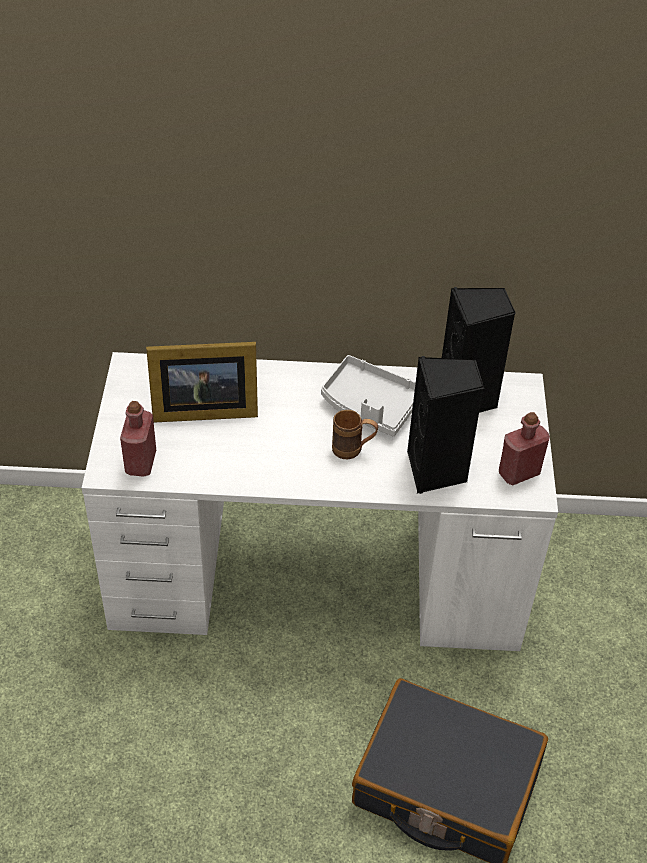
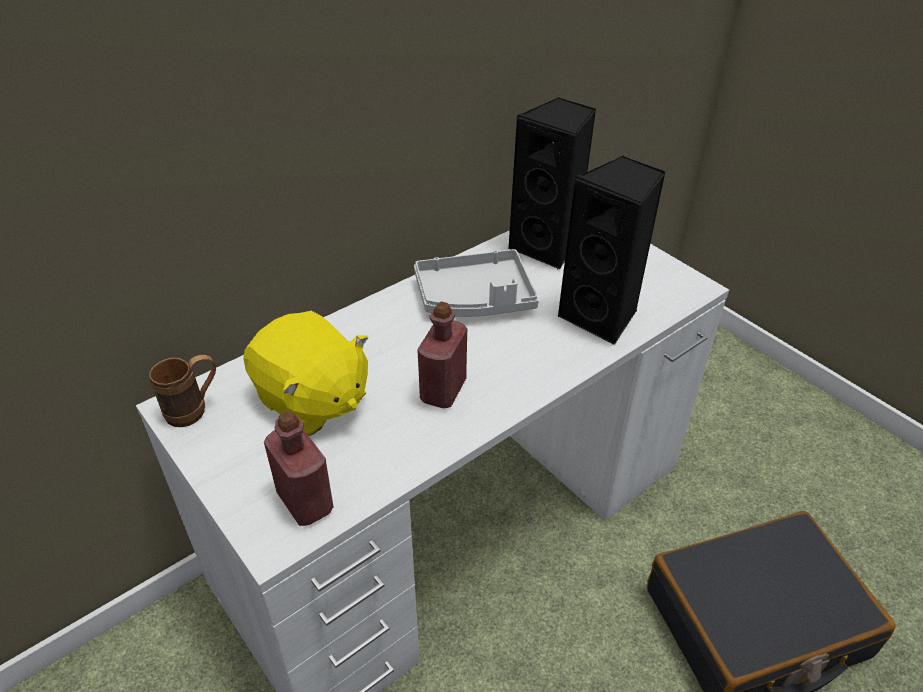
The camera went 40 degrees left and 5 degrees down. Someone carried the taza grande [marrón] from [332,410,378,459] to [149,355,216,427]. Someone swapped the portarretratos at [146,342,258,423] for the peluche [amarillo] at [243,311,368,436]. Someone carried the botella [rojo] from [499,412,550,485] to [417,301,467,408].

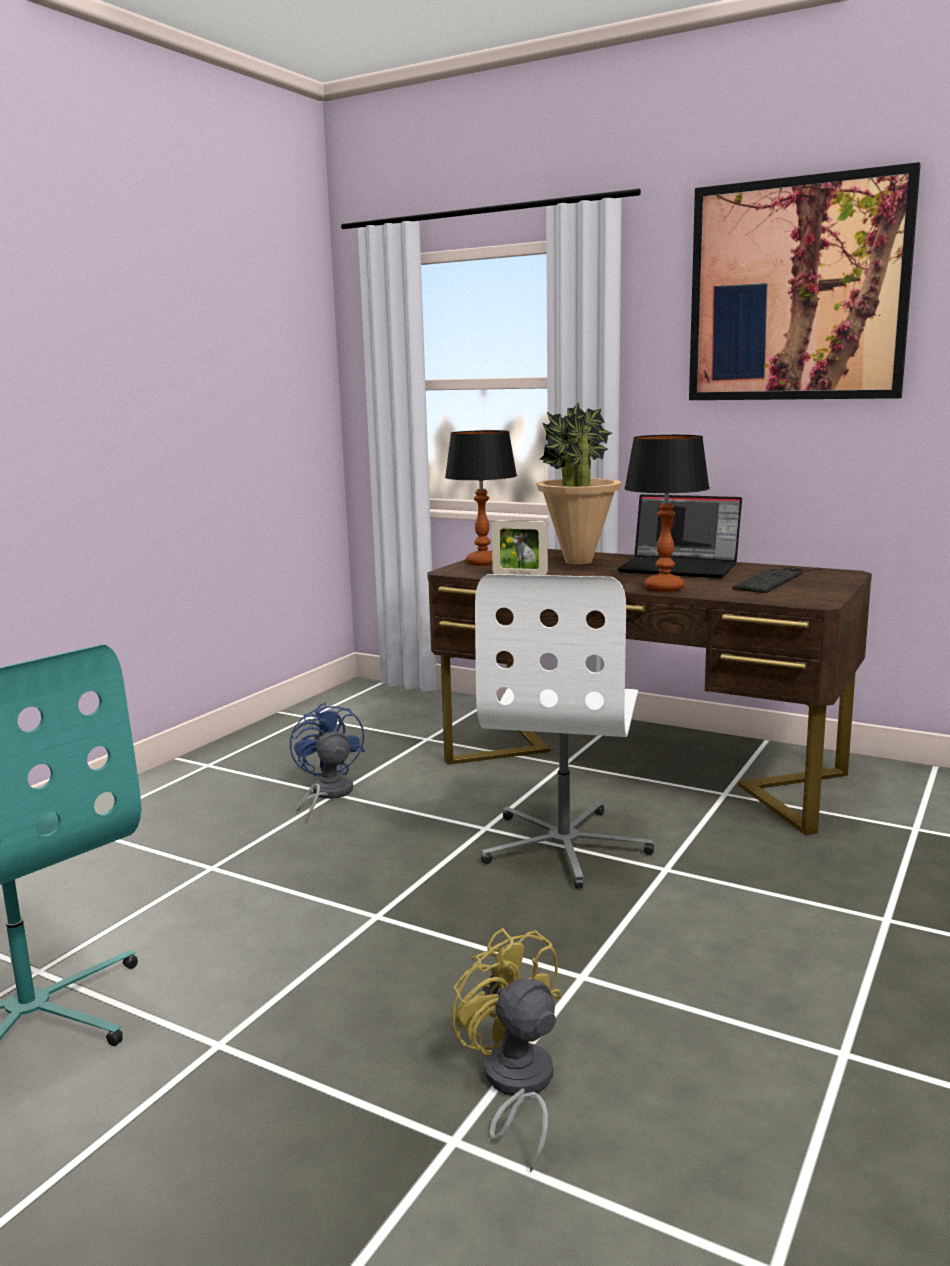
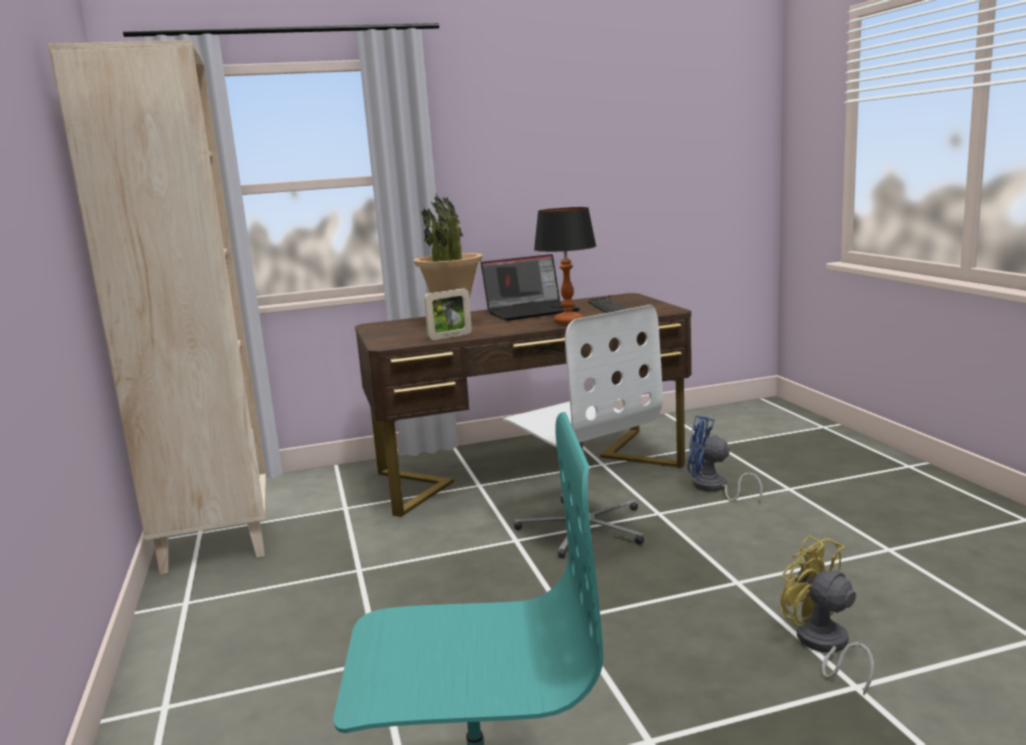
The camera went 45 degrees left and 0 degrees up. Someone put down the estantería [beis] at [48,40,266,575]. Someone carried the ventilador [azul] from [290,702,364,823] to [687,416,763,503]. Someone rotated the ventilador [amarillo] at [451,928,562,1172] by 45 degrees clockwise. Someone took away the lámpara de mesa at [445,430,517,566]. Someone took away the cuadro at [689,162,921,400].

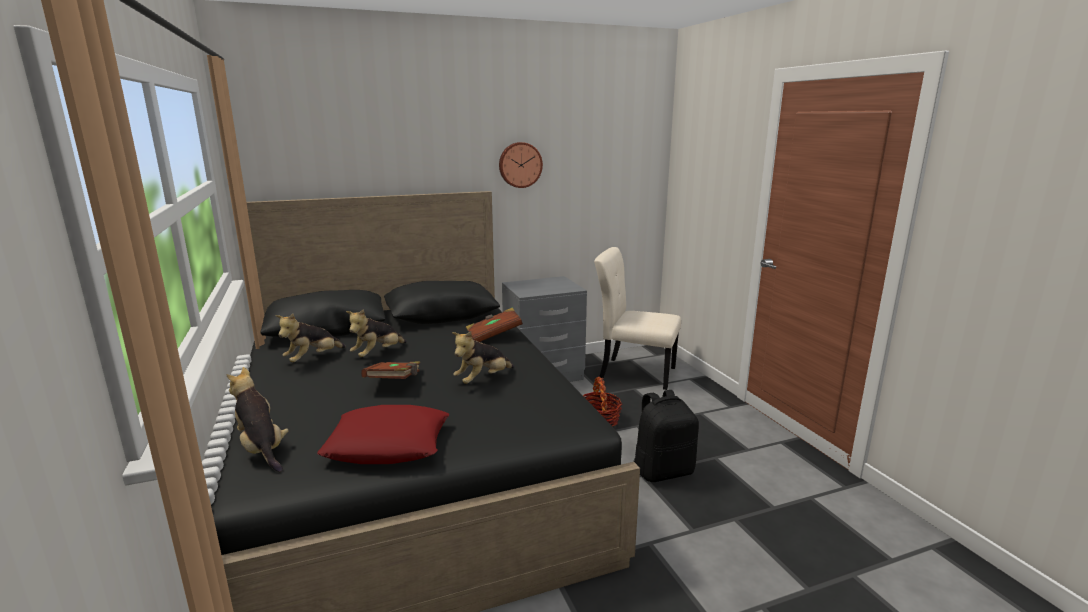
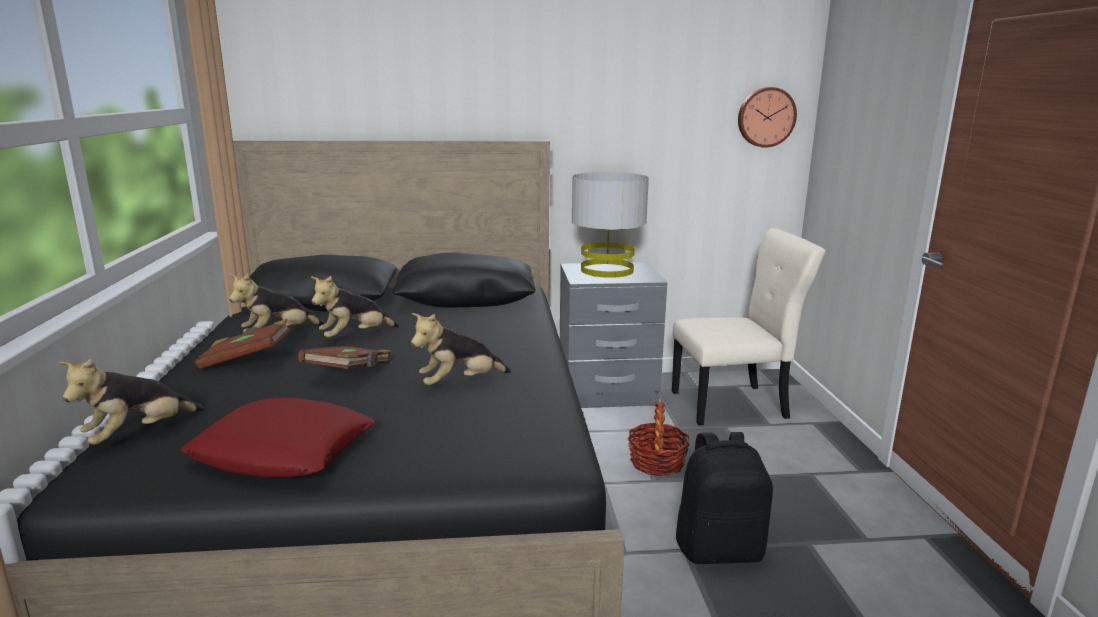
The camera went 15 degrees right and 0 degrees up. Someone rotated the peluche at [227,367,289,472] by 120 degrees counterclockwise. Someone carried the libro [marrón] from [466,308,523,342] to [195,319,291,369]. Someone put down the lámpara de mesa [gris] at [571,172,649,278]. Someone rotated the silla [beis] at [594,247,681,390] by 135 degrees clockwise. Someone carried the reloj de pared from [499,142,543,188] to [738,87,797,148].

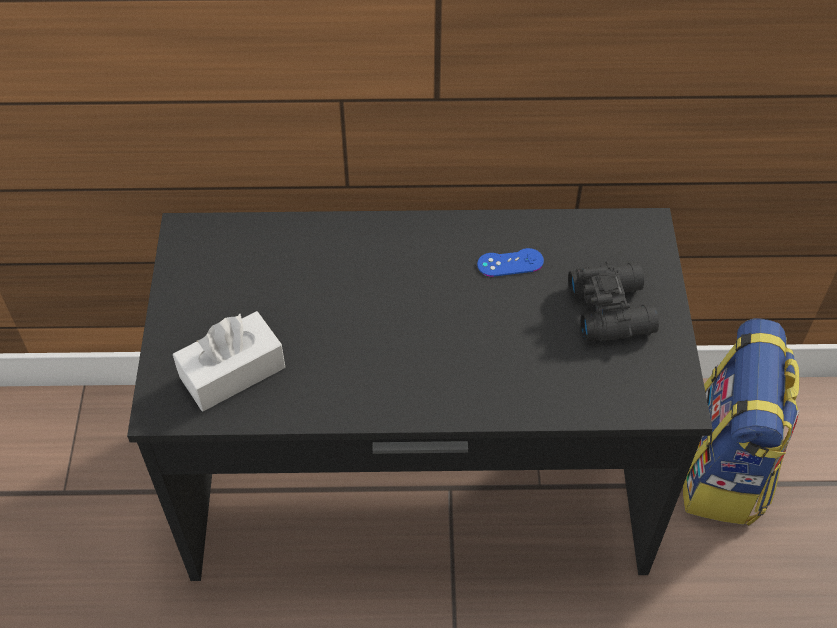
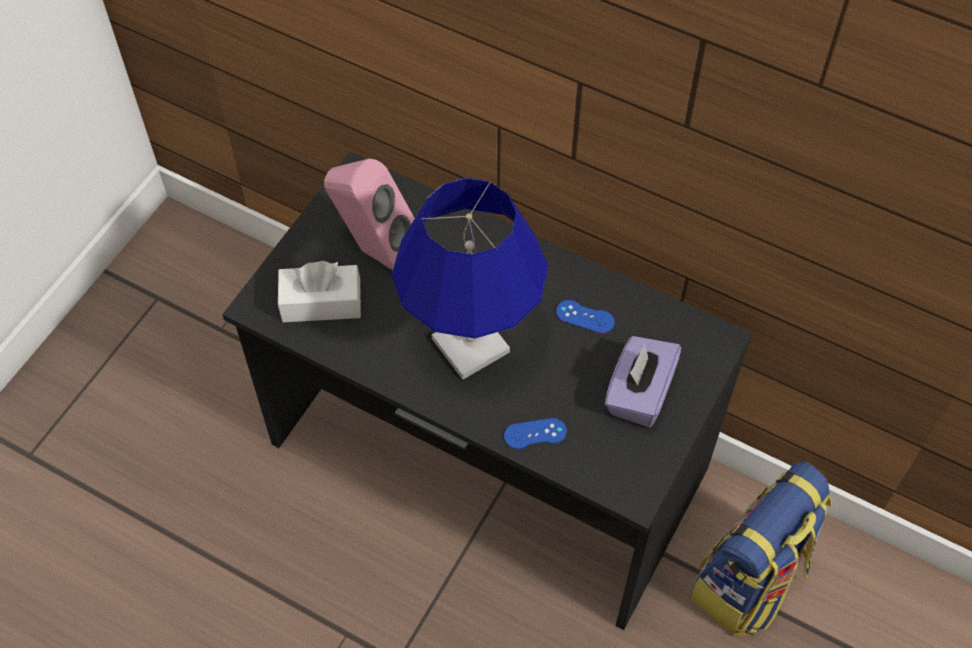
The camera went 30 degrees right and 5 degrees up. Someone put down the altavoz [rosa] at [324,159,415,270]. Someone put down the lámpara de mesa [azul] at [391,177,548,380]. Someone put down the mando de consola [azul] at [504,418,567,449]. Someone swapped the prismáticos [negro] at [568,261,659,342] for the caja de pañuelos [morado] at [605,336,681,427].

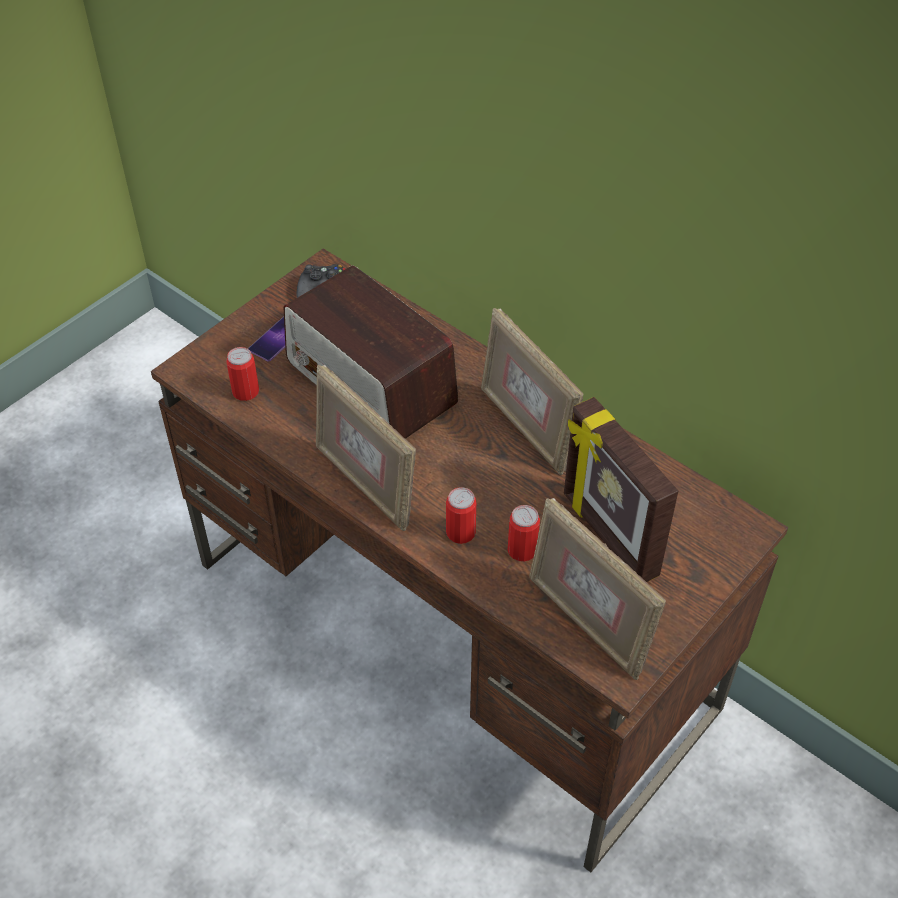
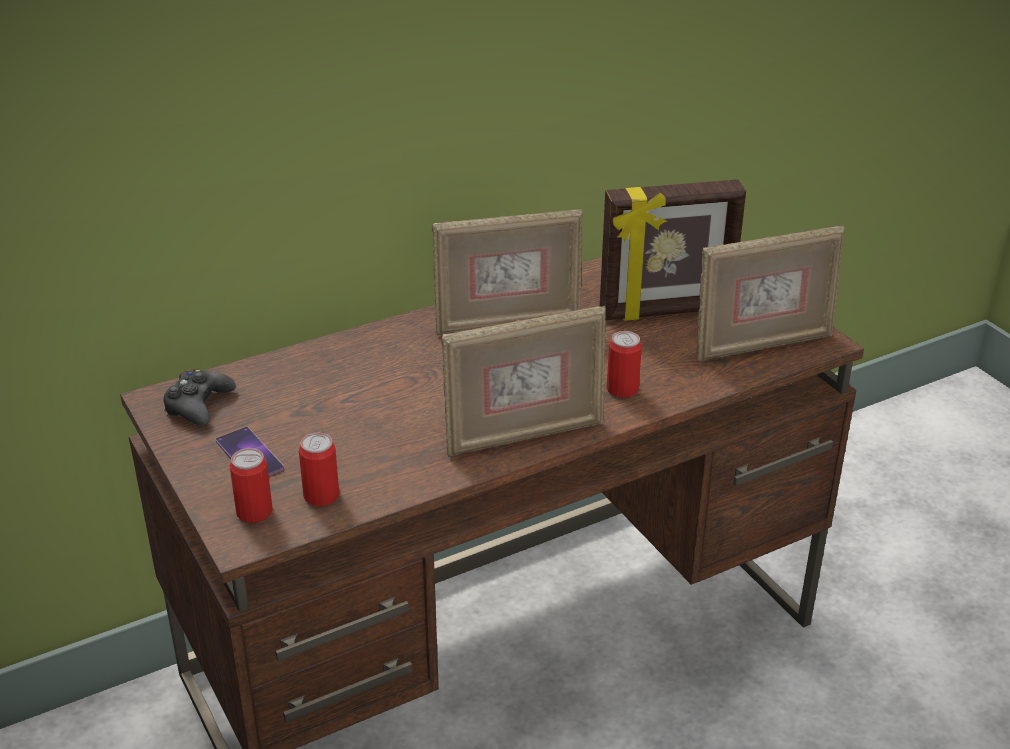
The camera went 70 degrees left and 15 degrees down. Someone carried the lata from [508,505,540,562] to [230,448,273,523]. Someone took away the radio at [284,265,458,439].

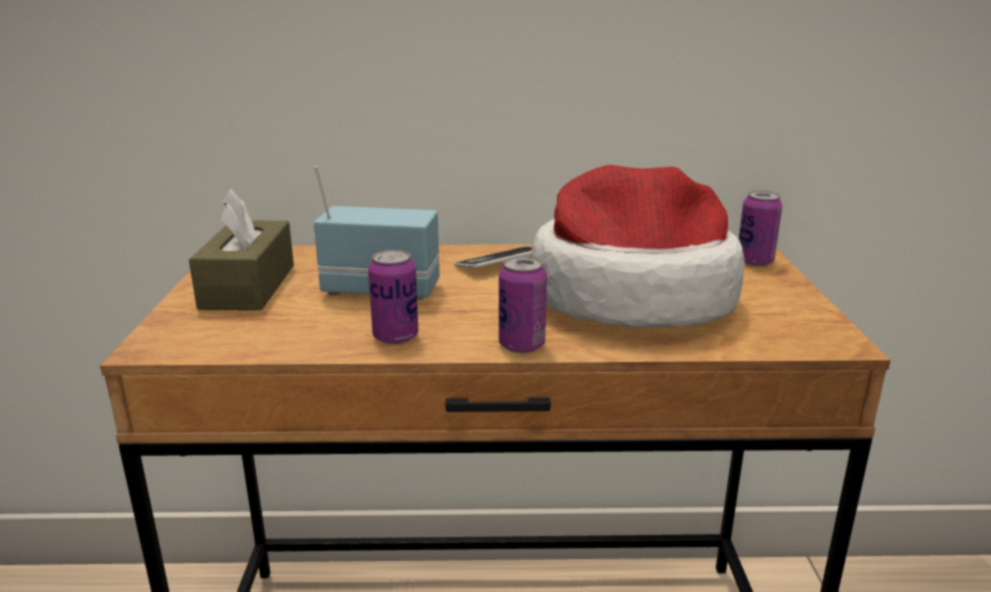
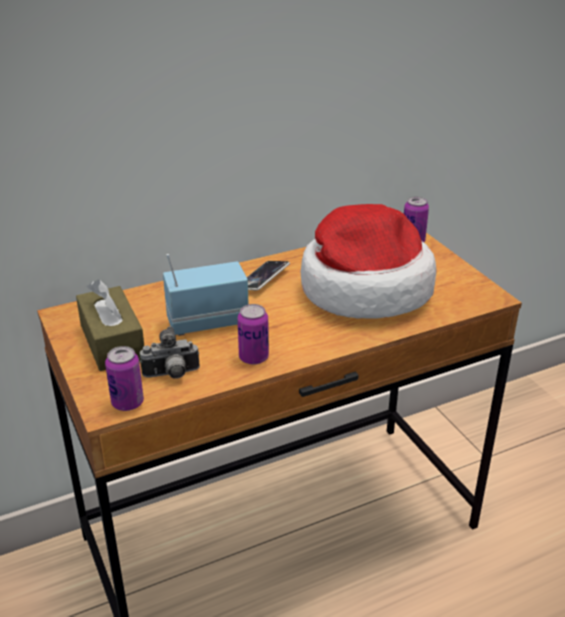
The camera went 25 degrees left and 10 degrees up. Someone carried the lata from [499,256,547,353] to [105,346,144,411]. Someone put down the cámara at [140,326,200,379].

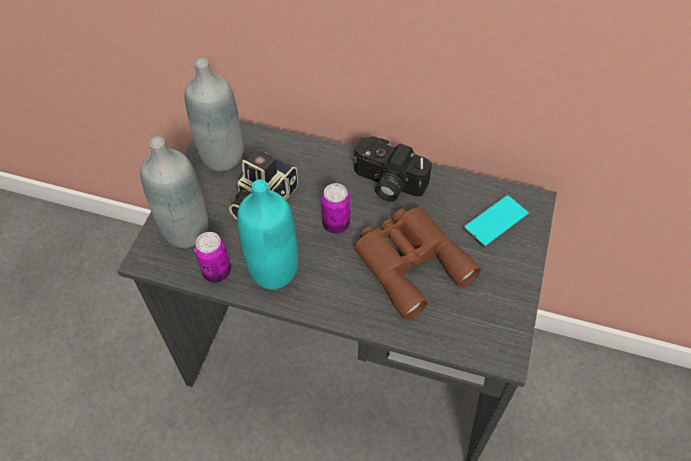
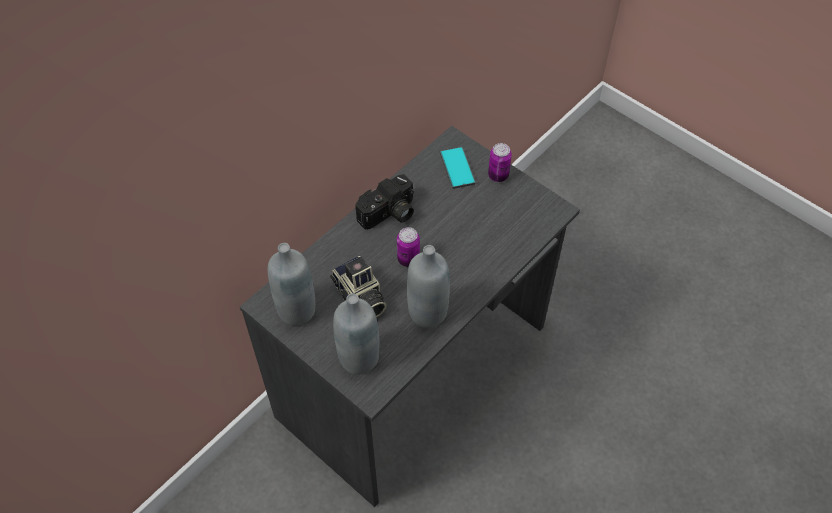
The camera went 65 degrees left and 0 degrees up. Someone repainted the botella [turquesa] at [237,179,298,290], which became the botella [gris] at [407,245,450,328]. Someone carried the lata from [194,232,231,283] to [488,143,512,182]. Someone took away the prismáticos [marrón] at [354,207,481,320].

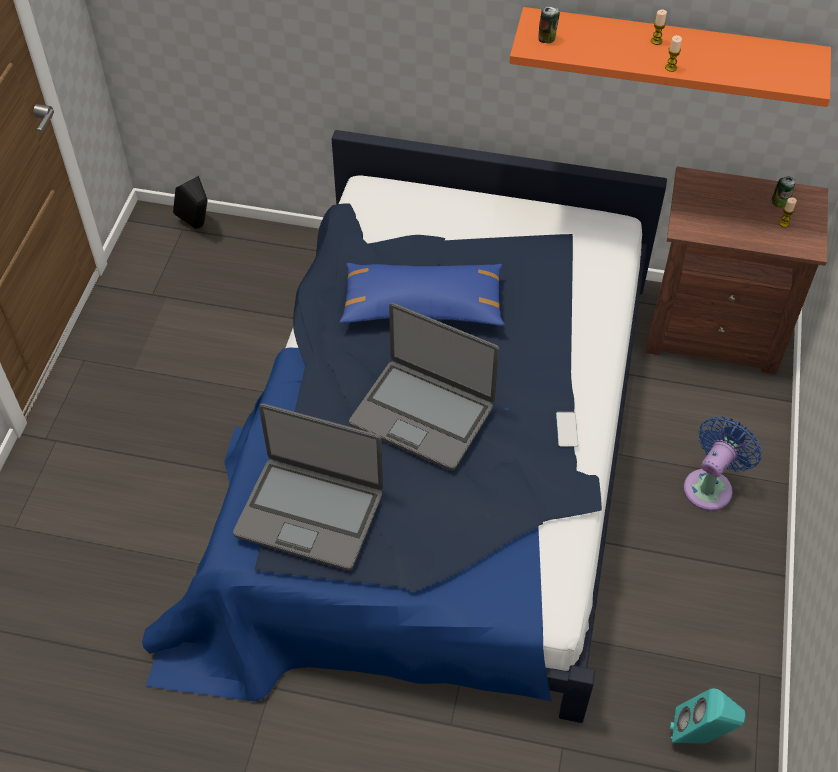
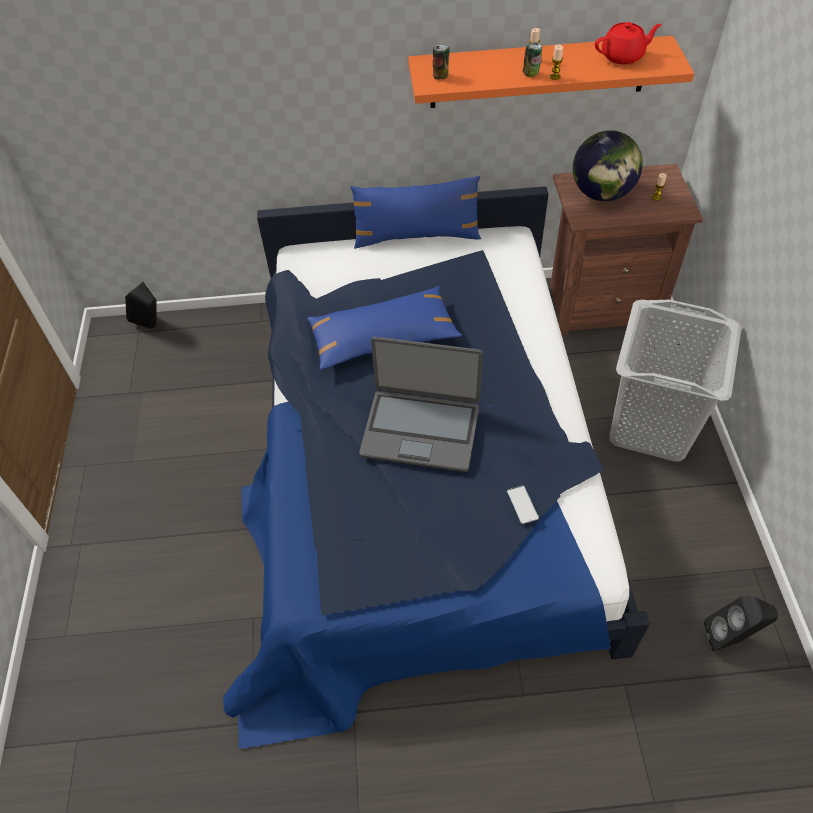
The camera went 15 degrees left and 0 degrees up. Someone put down the cojín [azul] at [350,176,481,249]. Someone carried the móvil from [556,412,578,447] to [507,485,539,524]. Someone carried the lata from [772,176,795,207] to [523,42,542,77]. Someone put down the globo terráqueo at [573,130,643,201]. Someone put down the tetera [rojo] at [595,22,662,64]. Someone swapped the ventilador [azul] at [683,416,762,511] for the cesto de la ropa [gris] at [609,299,742,462]. Someone repainted the altavoz [turquesa] at [670,689,745,744], which became the altavoz [negro] at [704,595,778,651]. Someone took away the portátil at [233,403,383,571].

